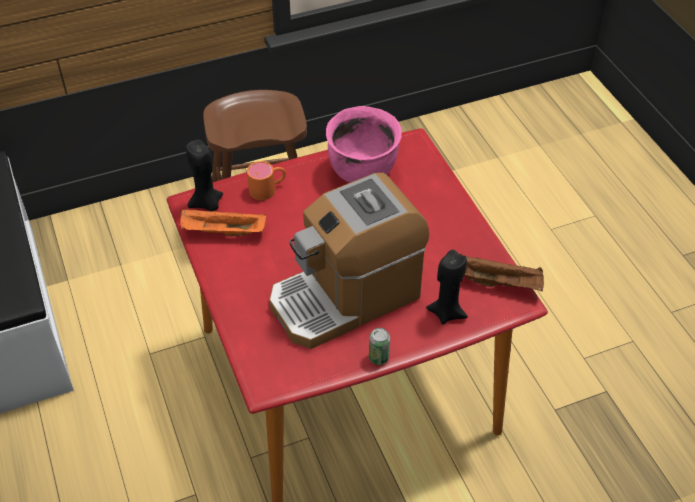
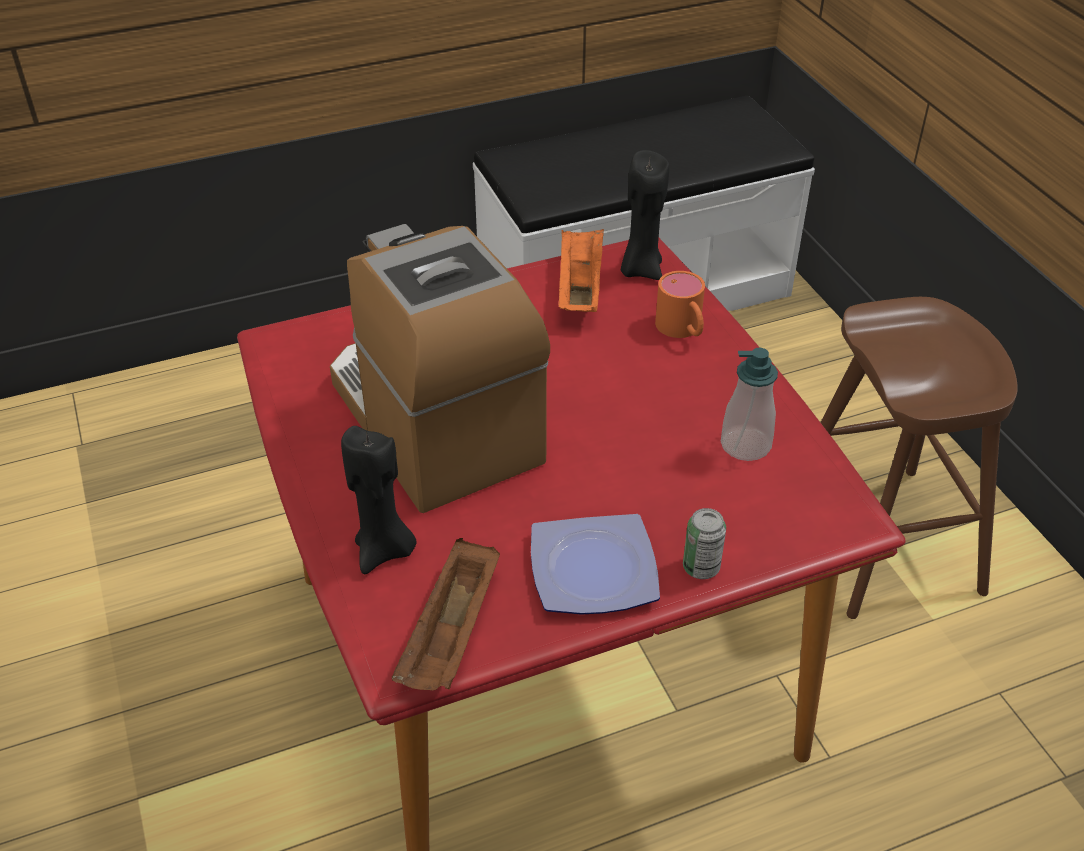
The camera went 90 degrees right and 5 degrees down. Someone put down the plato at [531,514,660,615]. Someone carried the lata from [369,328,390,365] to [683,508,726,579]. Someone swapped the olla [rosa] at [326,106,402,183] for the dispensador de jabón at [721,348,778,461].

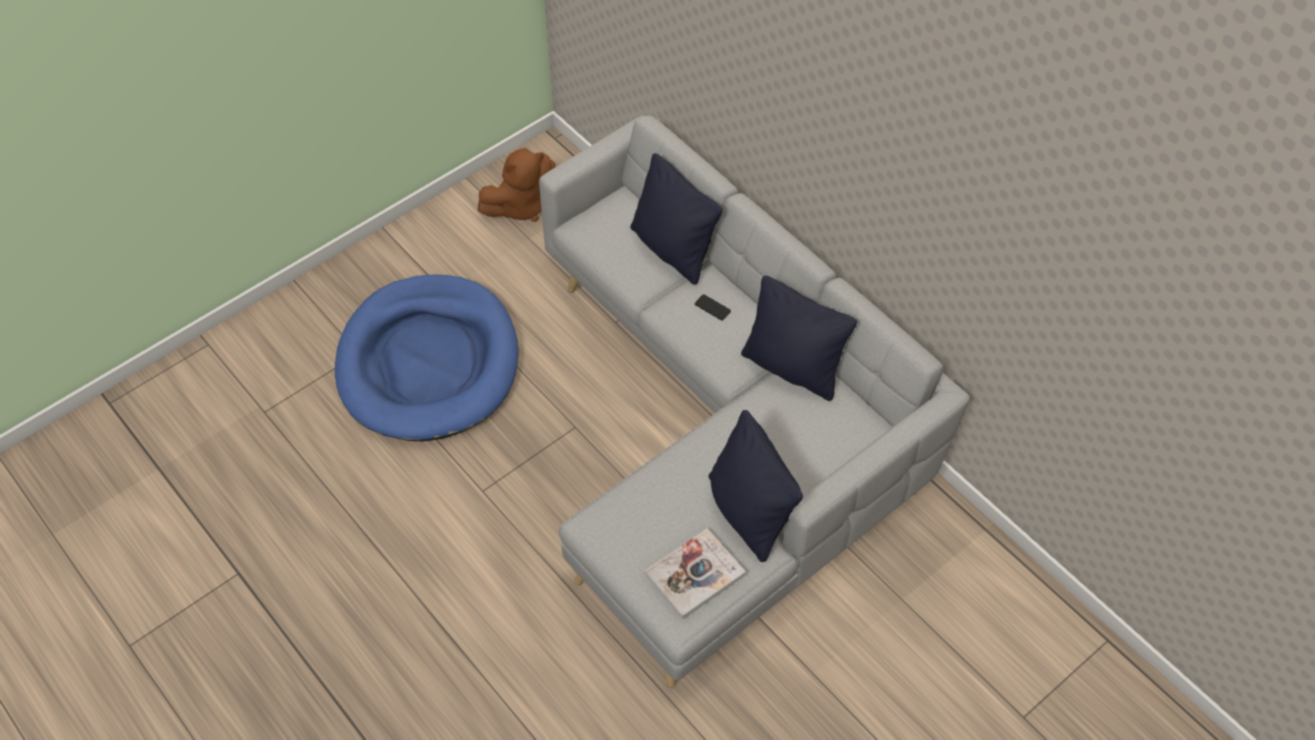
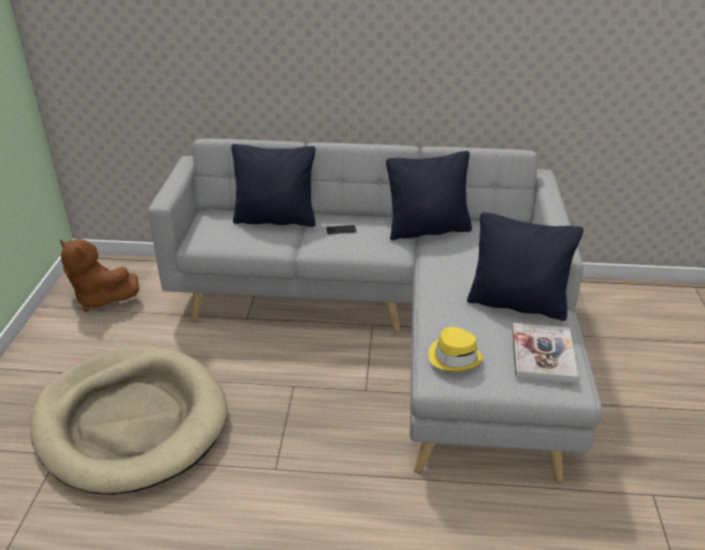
The camera went 45 degrees left and 20 degrees down. Someone repainted the cama para perro [azul] at [335,274,519,441], which became the cama para perro [beis] at [30,345,228,495]. Someone rotated the peluche [marrón] at [478,148,555,222] by 105 degrees clockwise. Someone put down the sombrero [amarillo] at [428,327,483,372].

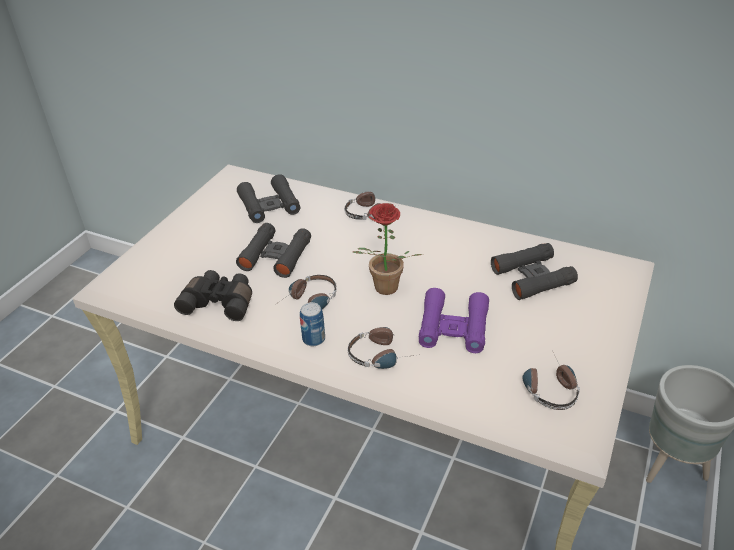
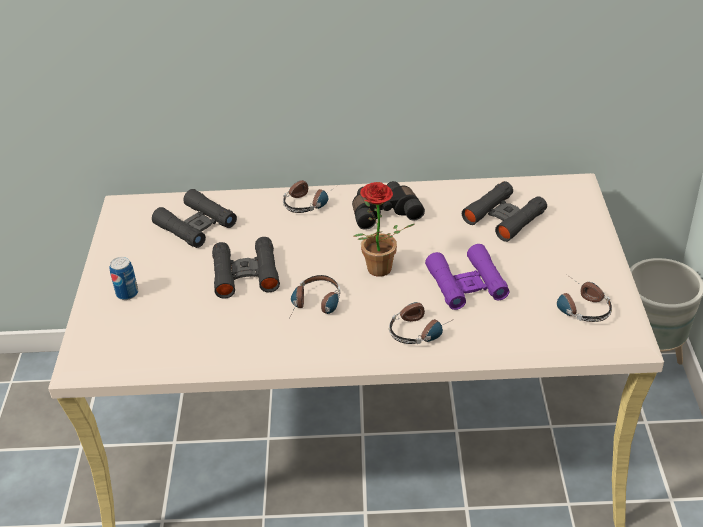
The camera went 25 degrees left and 0 degrees up. Someone carried the lata from [300,302,325,346] to [110,257,138,300]. Someone carried the prismáticos [negro] from [174,270,252,321] to [352,181,425,230].

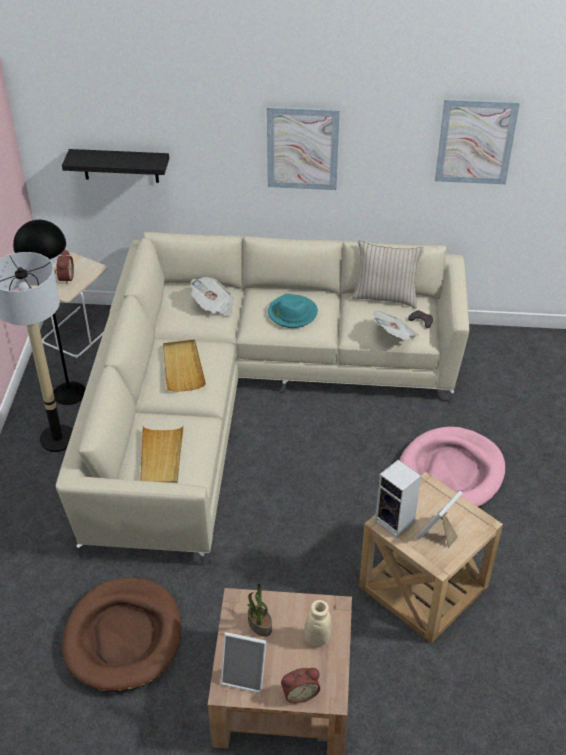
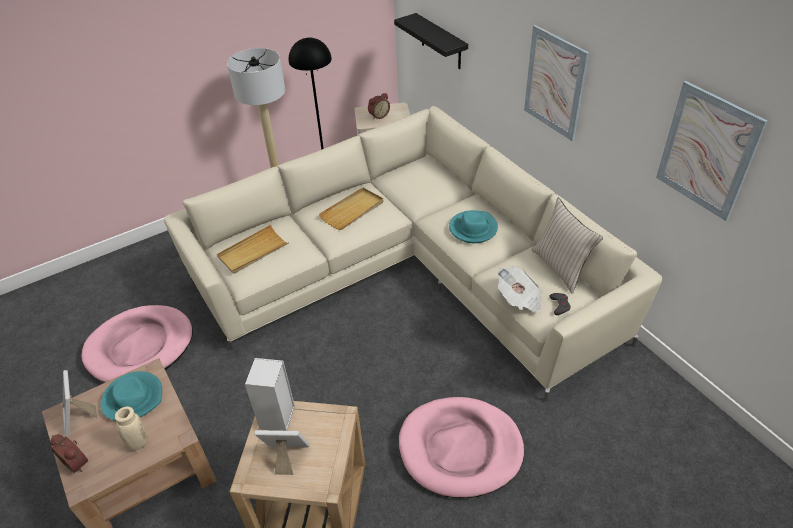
The camera went 55 degrees right and 0 degrees up. Someone repainted the cama para perro [marrón] at [62,578,181,692], which became the cama para perro [rosa] at [81,305,193,382]. Someone swapped the planta en maceta at [247,584,272,637] for the sombrero [turquesa] at [100,371,162,421]. Someone took away the periódico at [191,277,234,316].

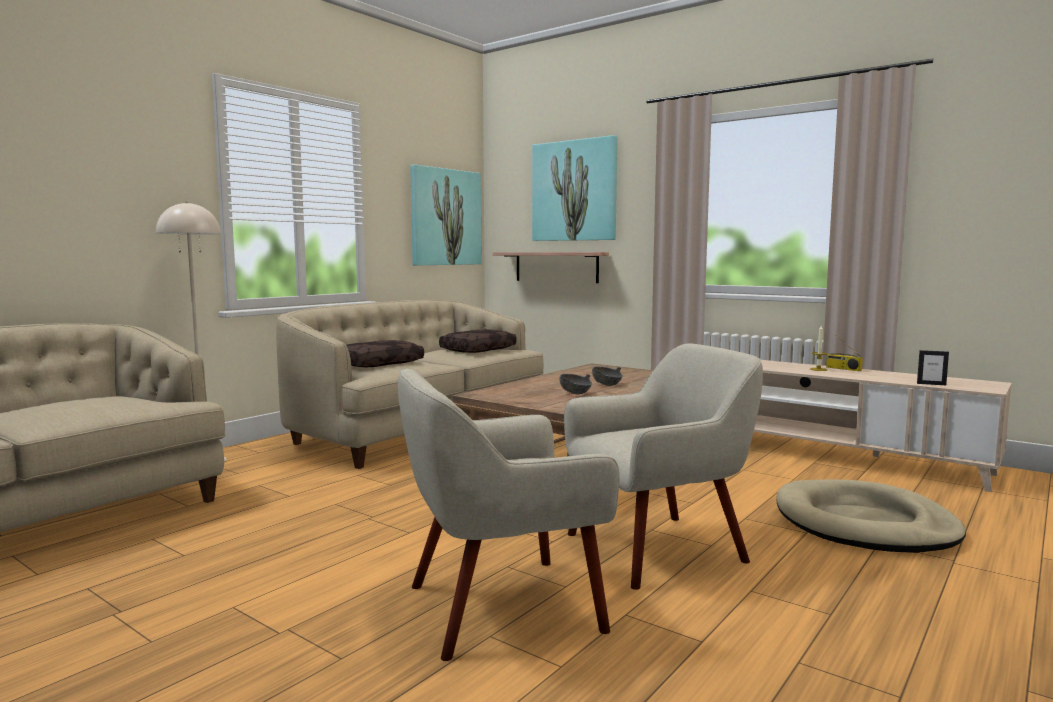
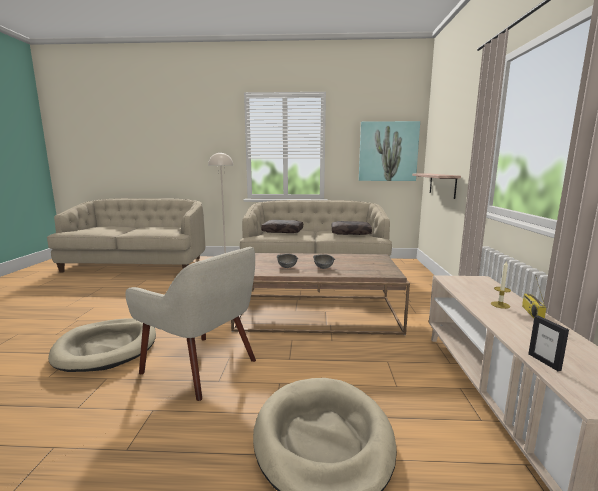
The camera went 55 degrees right and 5 degrees up. Someone swapped the sillón [beis] at [398,369,620,661] for the cama para perro [beis] at [48,318,156,372]. Someone took away the cuadro at [532,135,617,241].

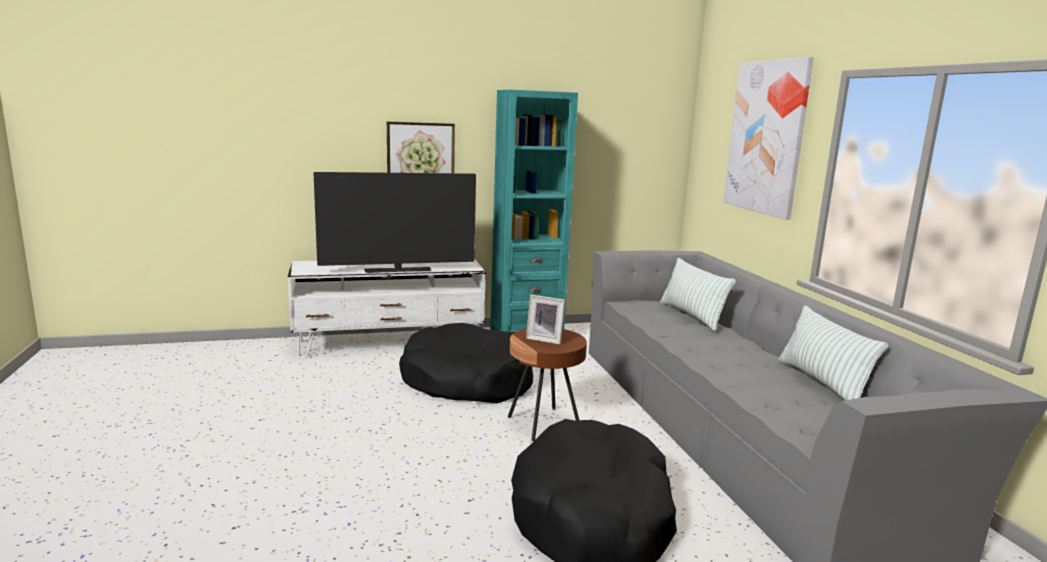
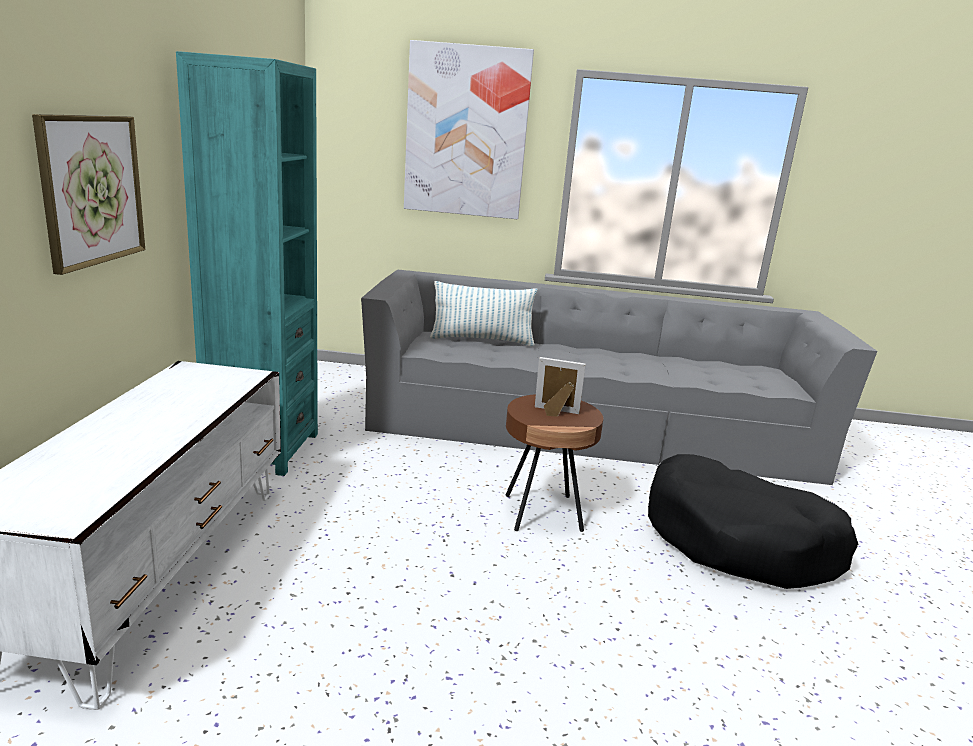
The camera went 70 degrees left and 5 degrees up. Someone rotated the portarretratos at [526,295,565,345] by 120 degrees counterclockwise. Someone took away the televisor at [314,172,476,273]. Someone took away the cama para perro [negro] at [399,323,533,403]. Someone took away the cojín at [778,305,888,400].

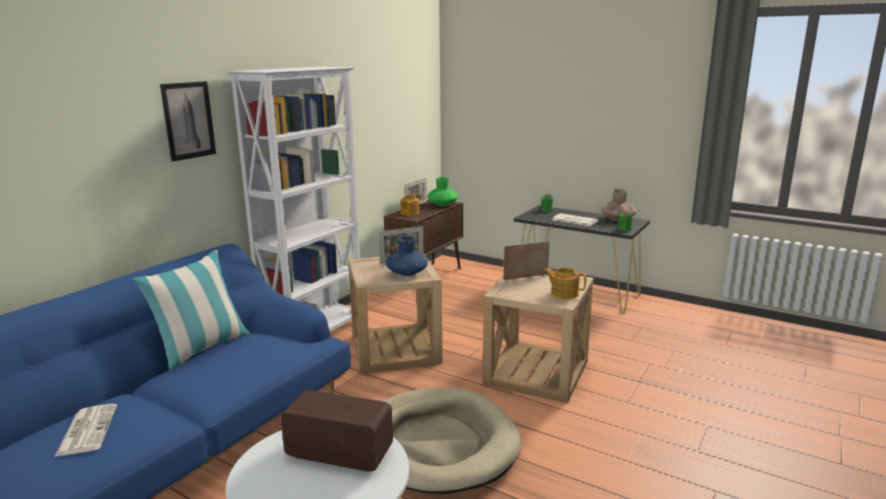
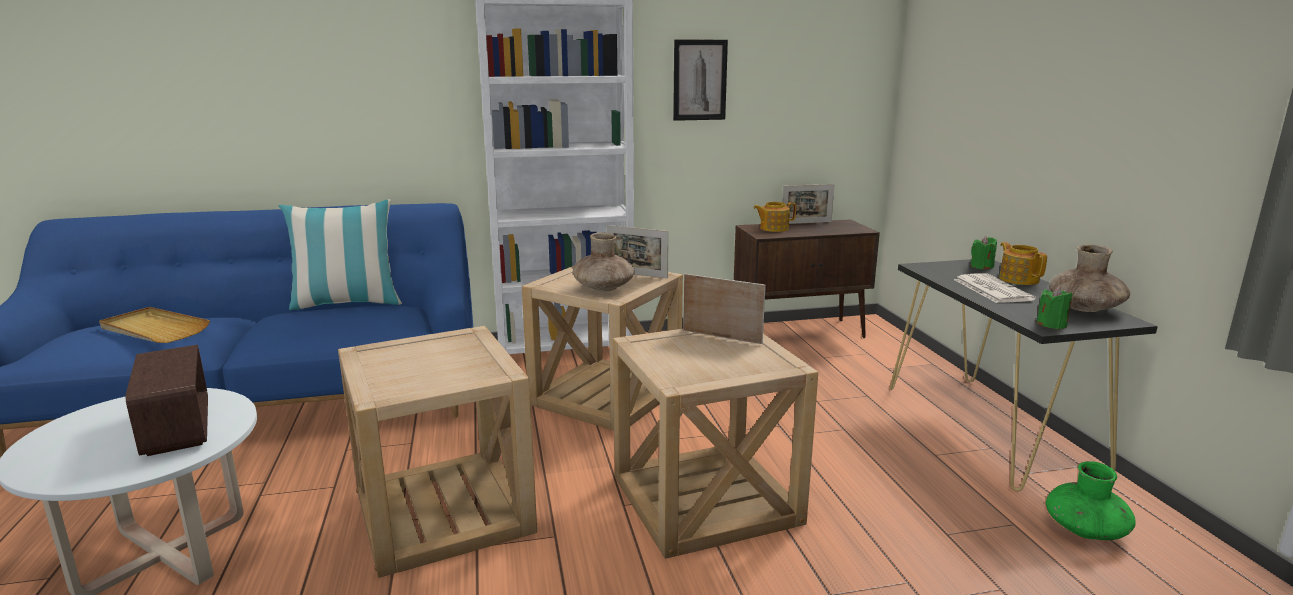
The camera went 45 degrees right and 0 degrees up. Someone swapped the periódico at [54,404,117,457] for the bandeja [beis] at [99,307,210,343]. Someone swapped the cama para perro [beis] at [383,388,521,494] for the mesa auxiliar [beis] at [338,326,537,578]. Someone repainted the florero [azul] at [385,236,428,276], which became the florero [marrón] at [573,232,635,292]. Someone carried the cuadro from [160,81,216,162] to [673,40,728,121]. Someone carried the tetera from [544,268,587,299] to [999,242,1047,285]. Someone carried the florero [verde] from [427,177,458,206] to [1046,461,1136,540].

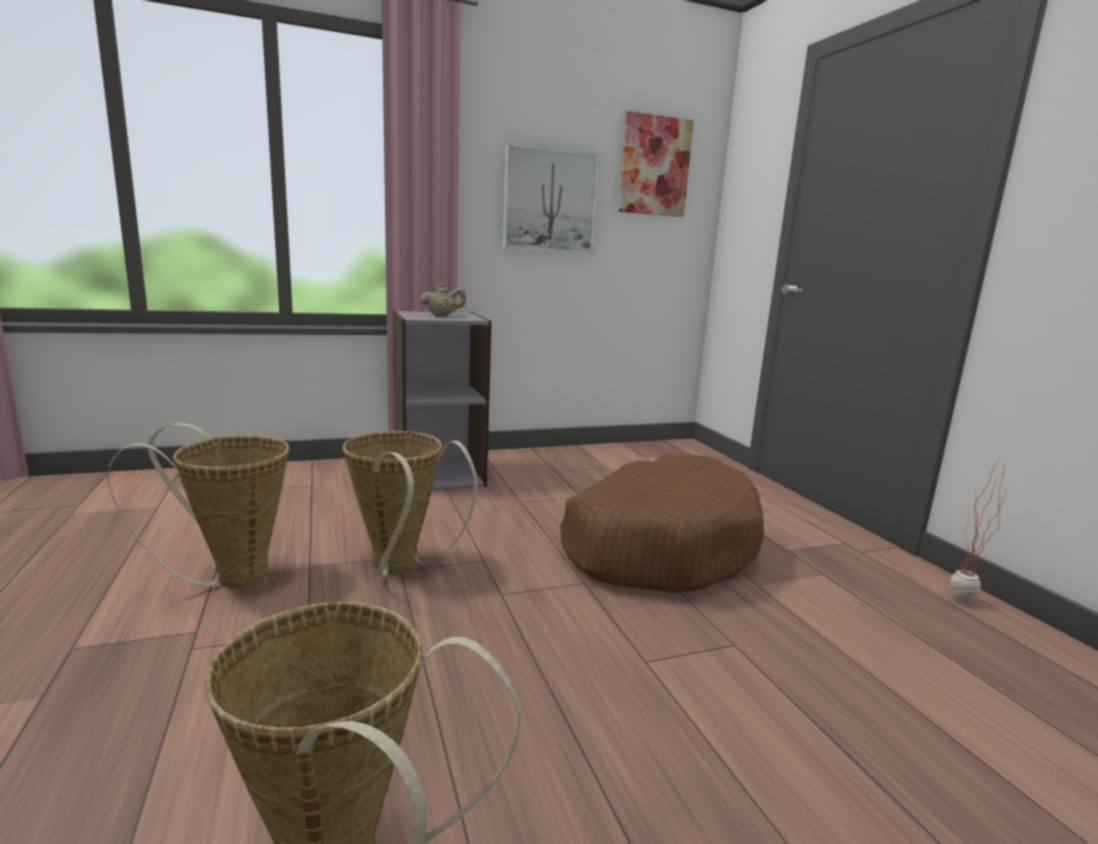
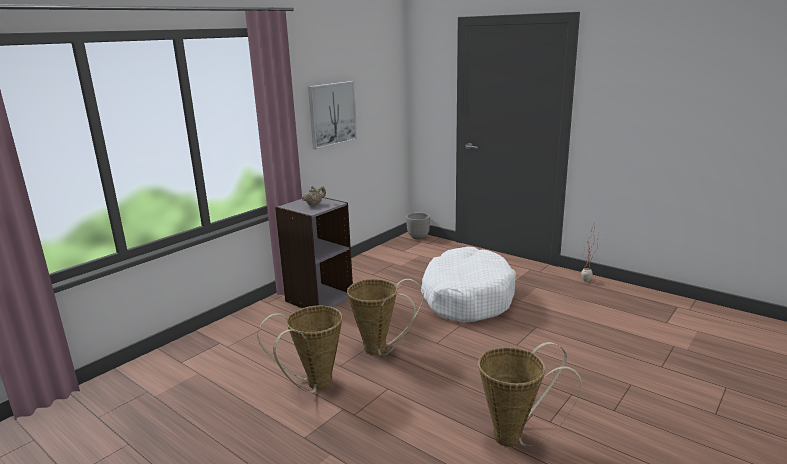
The camera went 30 degrees left and 5 degrees up. Someone put down the maceta at [406,213,430,239]. Someone repainted the cama para perro [marrón] at [560,454,764,593], which became the cama para perro [blanco] at [421,247,516,323]. Someone took away the cuadro at [618,111,694,217].

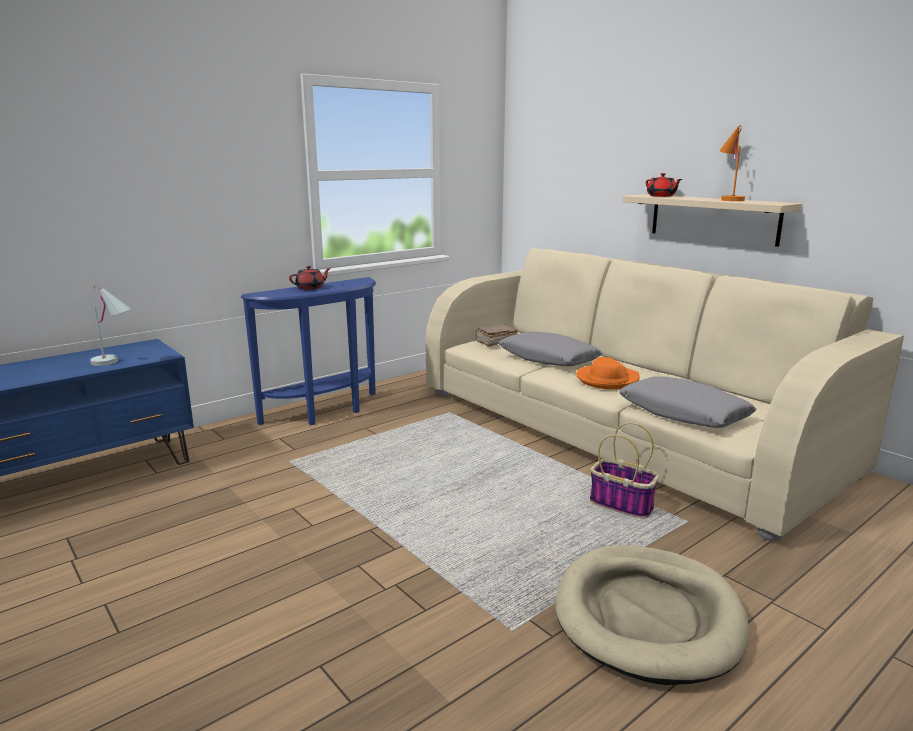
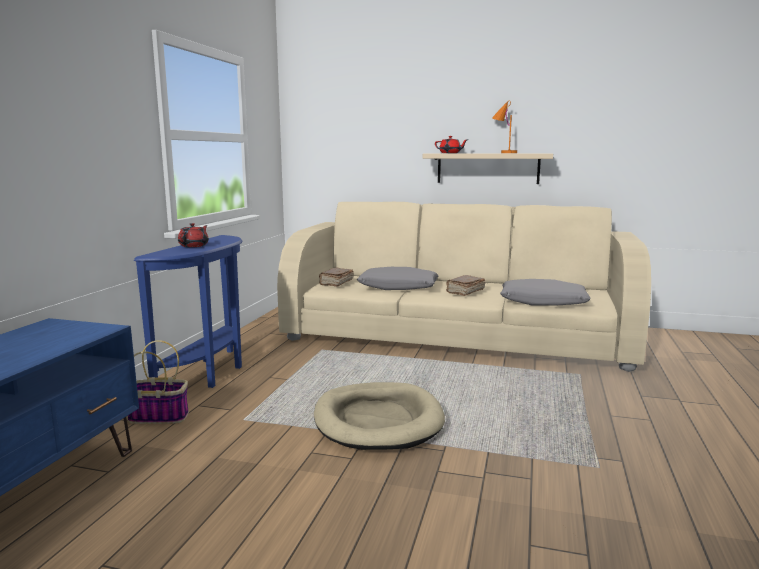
The camera went 35 degrees left and 5 degrees down. Someone carried the cesta from [590,422,659,519] to [128,340,189,424]. Someone carried the cama para perro [beis] from [556,545,749,685] to [314,382,445,450]. Someone swapped the sombrero [naranja] at [576,357,640,389] for the libro [marrón] at [446,275,485,296]. Someone took away the lámpara de mesa [blanco] at [90,285,131,366].

